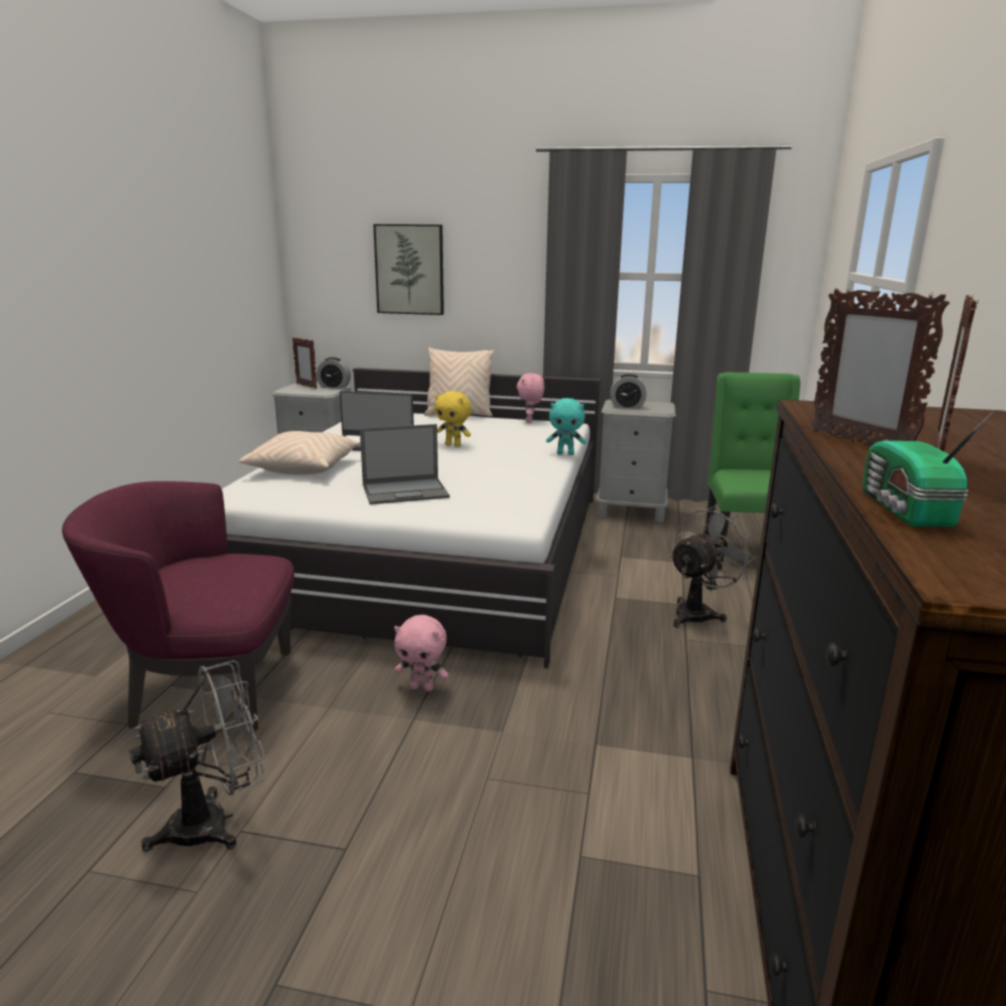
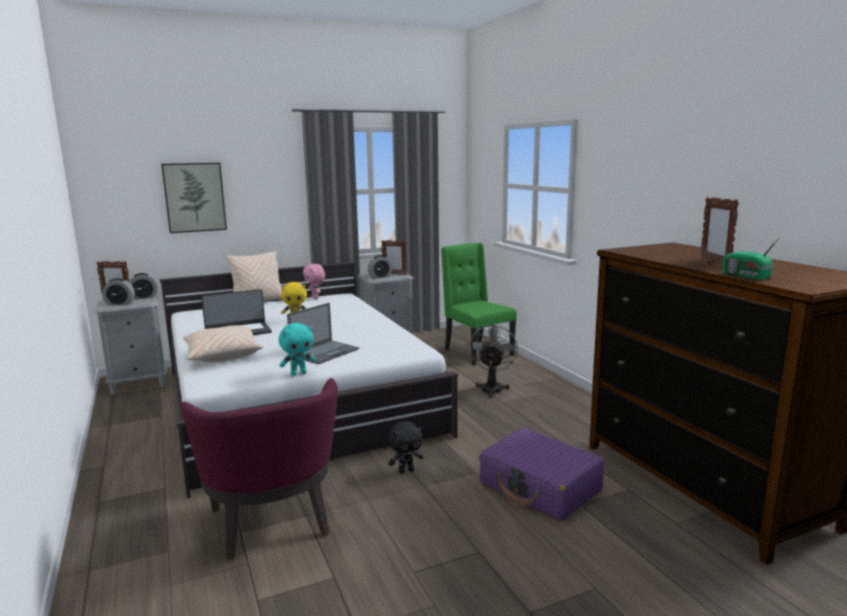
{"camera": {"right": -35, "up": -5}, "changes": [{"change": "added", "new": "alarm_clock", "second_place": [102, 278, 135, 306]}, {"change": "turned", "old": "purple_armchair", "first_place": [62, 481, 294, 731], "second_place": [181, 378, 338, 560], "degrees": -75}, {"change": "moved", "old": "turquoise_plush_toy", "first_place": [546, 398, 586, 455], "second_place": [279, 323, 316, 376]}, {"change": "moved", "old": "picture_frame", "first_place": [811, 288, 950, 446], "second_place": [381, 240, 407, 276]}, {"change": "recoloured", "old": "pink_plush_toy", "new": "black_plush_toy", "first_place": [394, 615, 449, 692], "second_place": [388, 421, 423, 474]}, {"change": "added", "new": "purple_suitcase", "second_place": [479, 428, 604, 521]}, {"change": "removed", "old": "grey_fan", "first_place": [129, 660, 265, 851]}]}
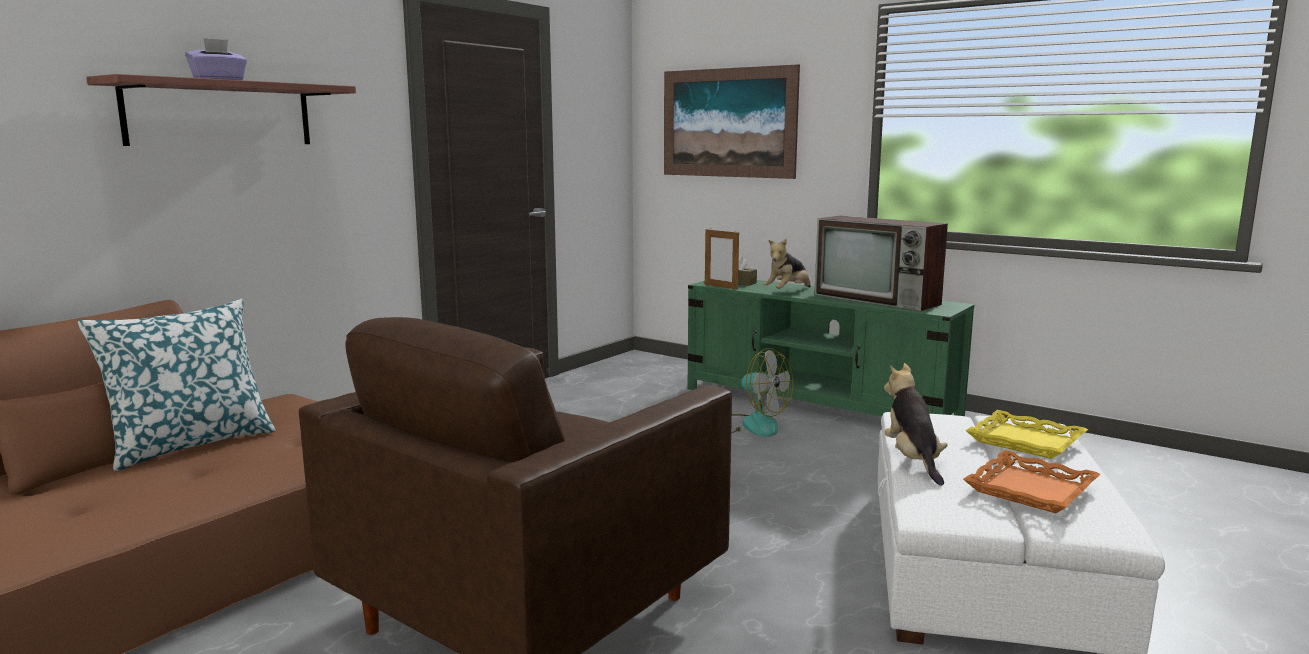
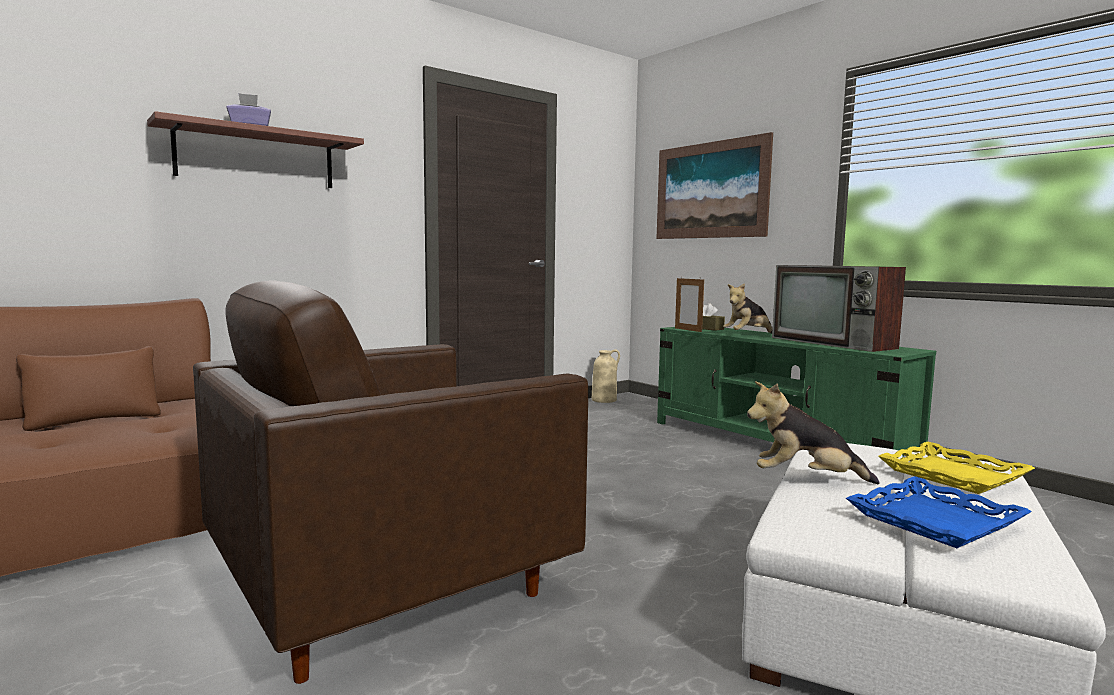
{"camera": {"right": 15, "up": -5}, "changes": [{"change": "added", "new": "beige_vase", "second_place": [592, 349, 620, 403]}, {"change": "turned", "old": "plush_toy", "first_place": [884, 363, 948, 486], "second_place": [747, 381, 880, 484], "degrees": -90}, {"change": "recoloured", "old": "orange_tray", "new": "blue_tray", "first_place": [963, 450, 1100, 513], "second_place": [846, 476, 1032, 548]}, {"change": "removed", "old": "pillow", "first_place": [78, 299, 276, 471]}, {"change": "removed", "old": "fan", "first_place": [731, 348, 793, 437]}]}
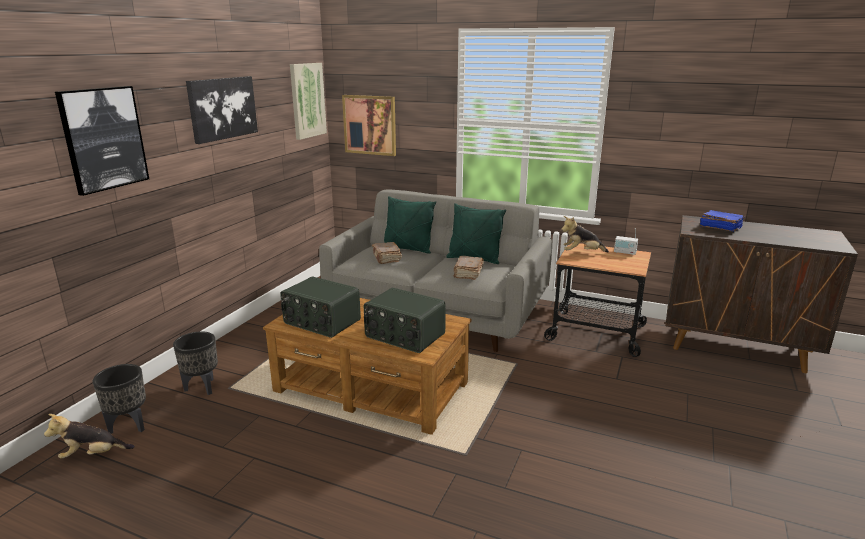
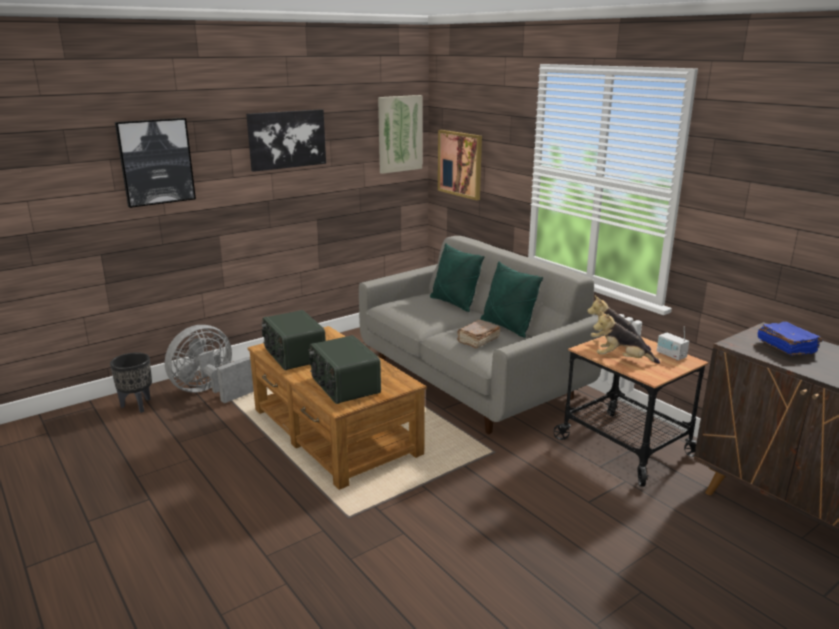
{"camera": {"right": 30, "up": 0}, "changes": [{"change": "replaced", "old": "black_planter", "new": "grey_fan", "first_place": [173, 331, 218, 395], "second_place": [165, 325, 254, 403]}, {"change": "moved", "old": "plush_toy", "first_place": [44, 414, 135, 459], "second_place": [593, 310, 660, 364]}, {"change": "removed", "old": "brown_book", "first_place": [372, 242, 402, 264]}]}
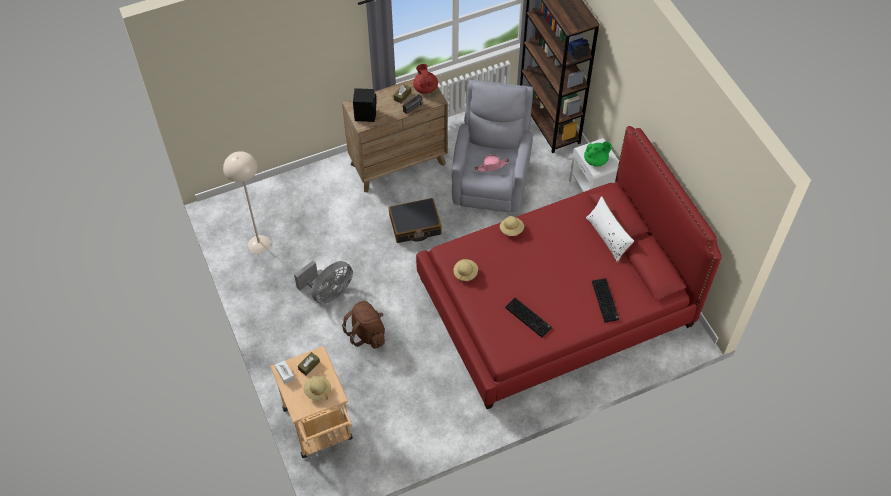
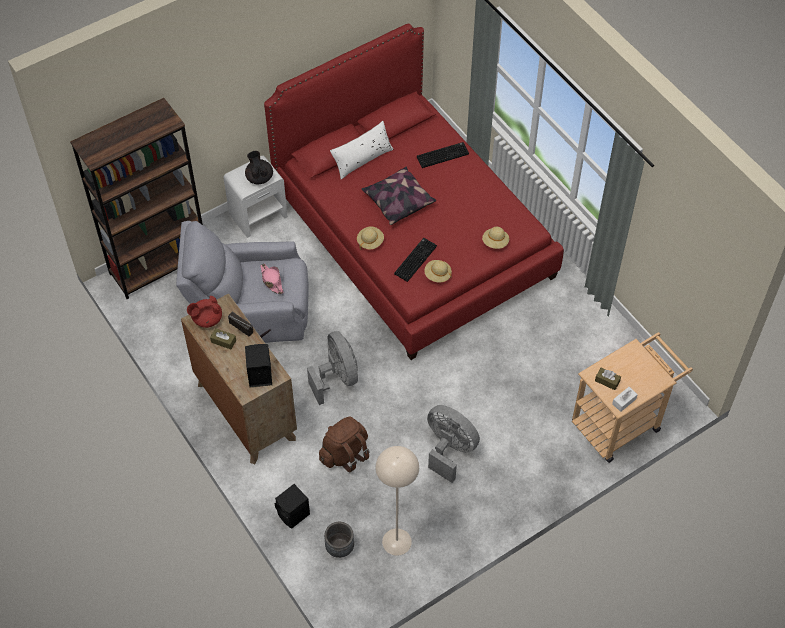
{"camera": {"right": -100, "up": 0}, "changes": [{"change": "recoloured", "old": "green_teapot", "new": "black_teapot", "first_place": [584, 142, 612, 167], "second_place": [245, 151, 273, 184]}, {"change": "added", "new": "black_speaker", "second_place": [275, 484, 310, 529]}, {"change": "replaced", "old": "black_suitcase", "new": "grey_fan", "first_place": [389, 198, 442, 243], "second_place": [307, 331, 358, 405]}, {"change": "moved", "old": "brown_backpack", "first_place": [342, 301, 385, 349], "second_place": [319, 416, 369, 472]}, {"change": "added", "new": "grey_planter", "second_place": [324, 522, 354, 558]}, {"change": "added", "new": "pillow", "second_place": [362, 167, 436, 225]}, {"change": "moved", "old": "keyboard", "first_place": [505, 298, 552, 337], "second_place": [394, 238, 437, 282]}, {"change": "moved", "old": "beige_hat", "first_place": [304, 375, 331, 401], "second_place": [482, 227, 509, 249]}]}
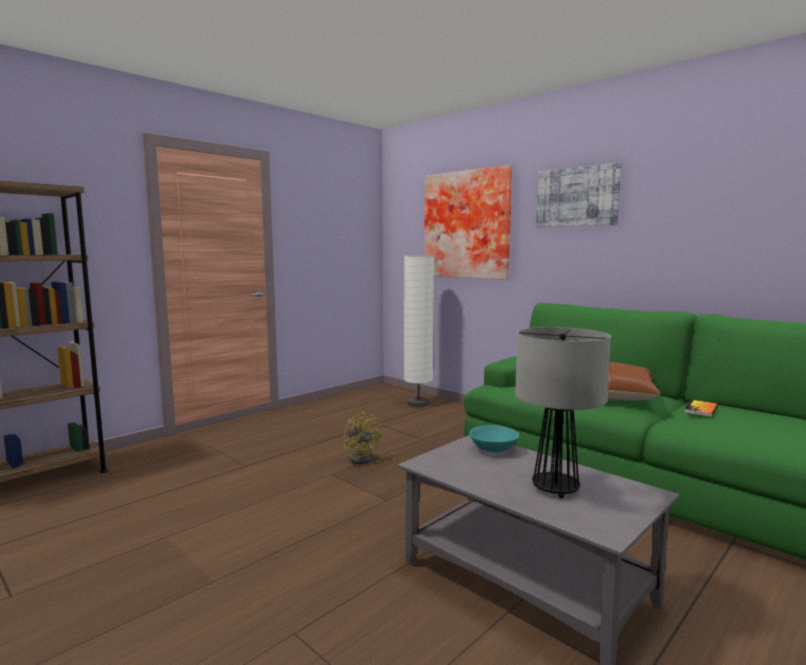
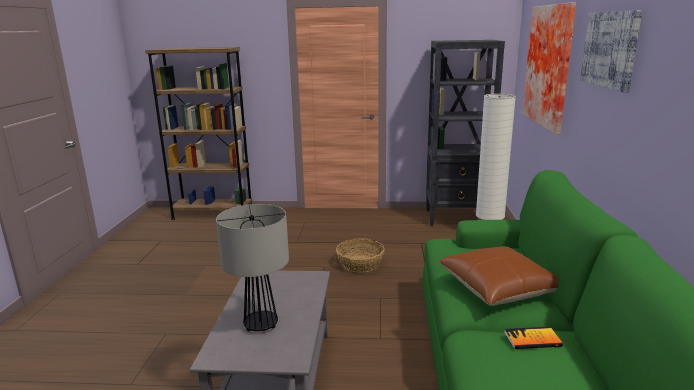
{"camera": {"right": 50, "up": 10}, "changes": [{"change": "replaced", "old": "yellow_fan", "new": "basket", "first_place": [344, 411, 383, 464], "second_place": [336, 238, 385, 273]}, {"change": "added", "new": "black_bookcase", "second_place": [426, 40, 505, 226]}, {"change": "removed", "old": "turquoise_bowl", "first_place": [470, 425, 519, 453]}]}
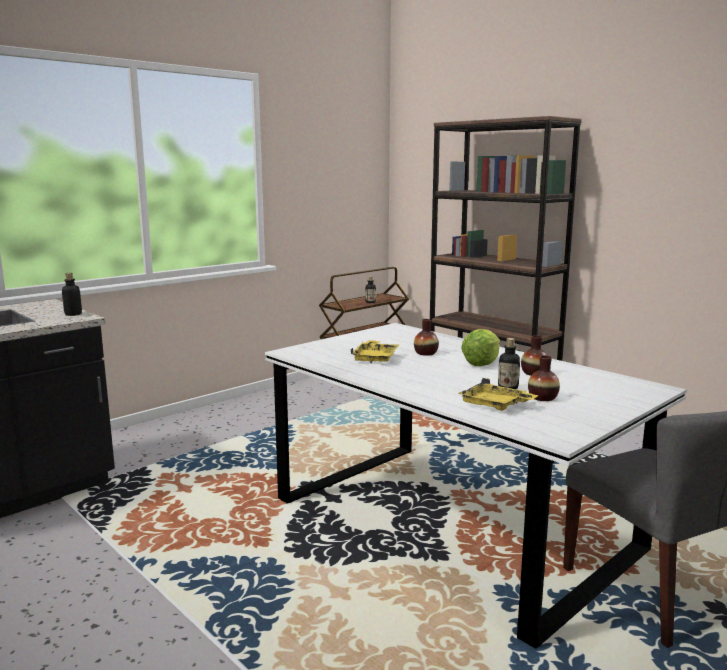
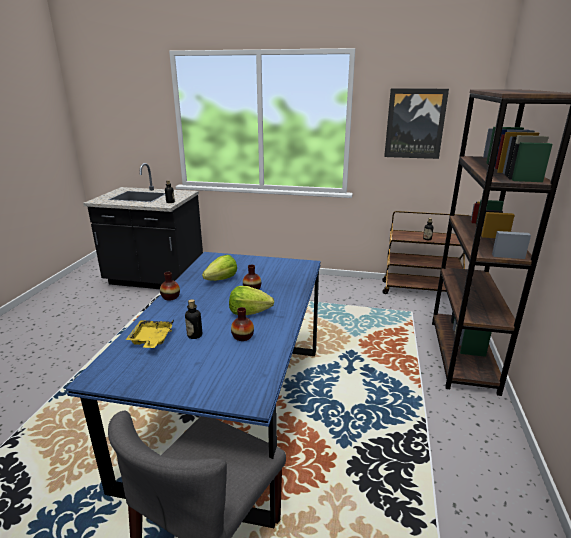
{"camera": {"right": 55, "up": 10}, "changes": [{"change": "recoloured", "old": "white_dining_table", "new": "blue_dining_table", "first_place": [265, 323, 687, 649], "second_place": [66, 252, 321, 528]}, {"change": "moved", "old": "vase", "first_place": [528, 355, 560, 401], "second_place": [160, 272, 180, 300]}, {"change": "replaced", "old": "yellow_tray", "new": "lettuce", "first_place": [351, 340, 399, 363], "second_place": [202, 255, 237, 281]}, {"change": "added", "new": "picture", "second_place": [384, 88, 449, 159]}]}
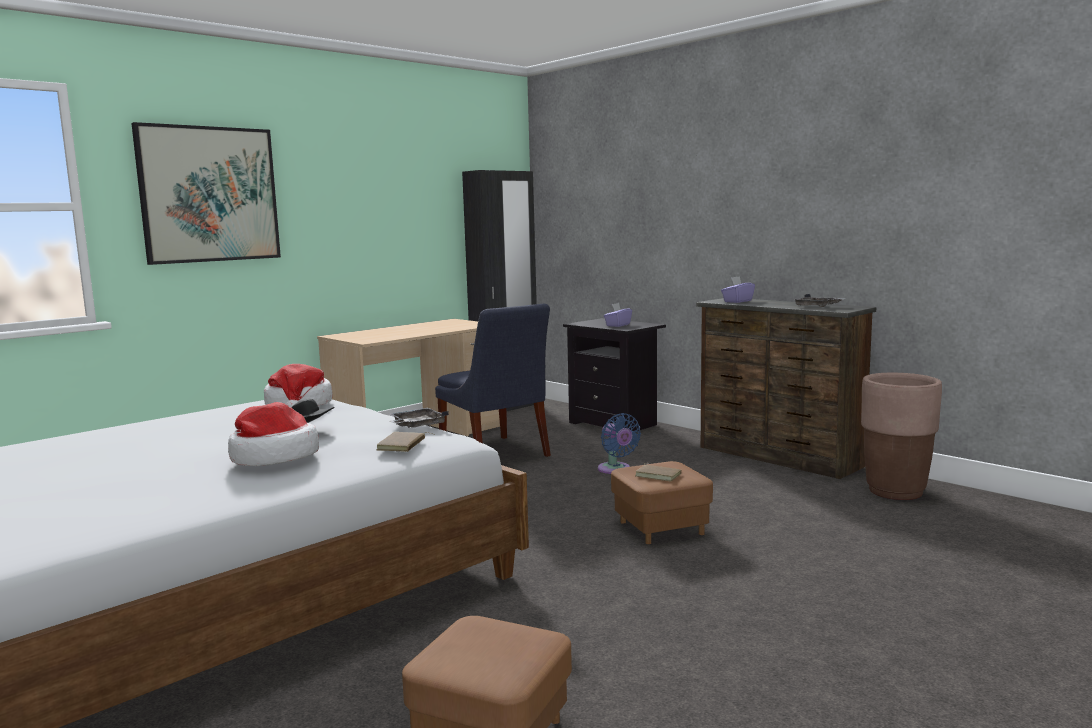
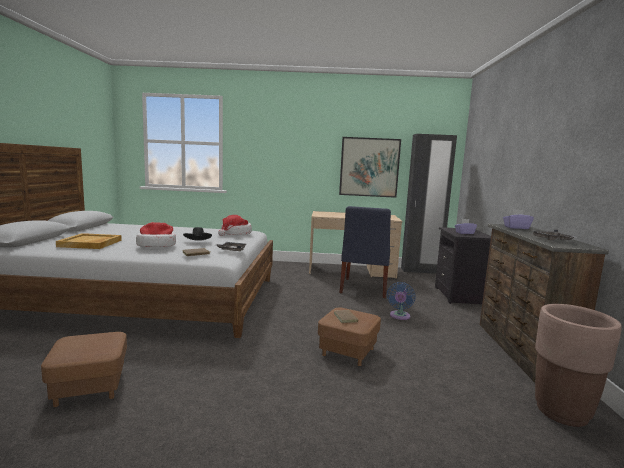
{"camera": {"right": 45, "up": 0}, "changes": [{"change": "added", "new": "beige_tray", "second_place": [56, 233, 122, 249]}, {"change": "moved", "old": "picture", "first_place": [131, 122, 281, 265], "second_place": [339, 137, 401, 198]}]}
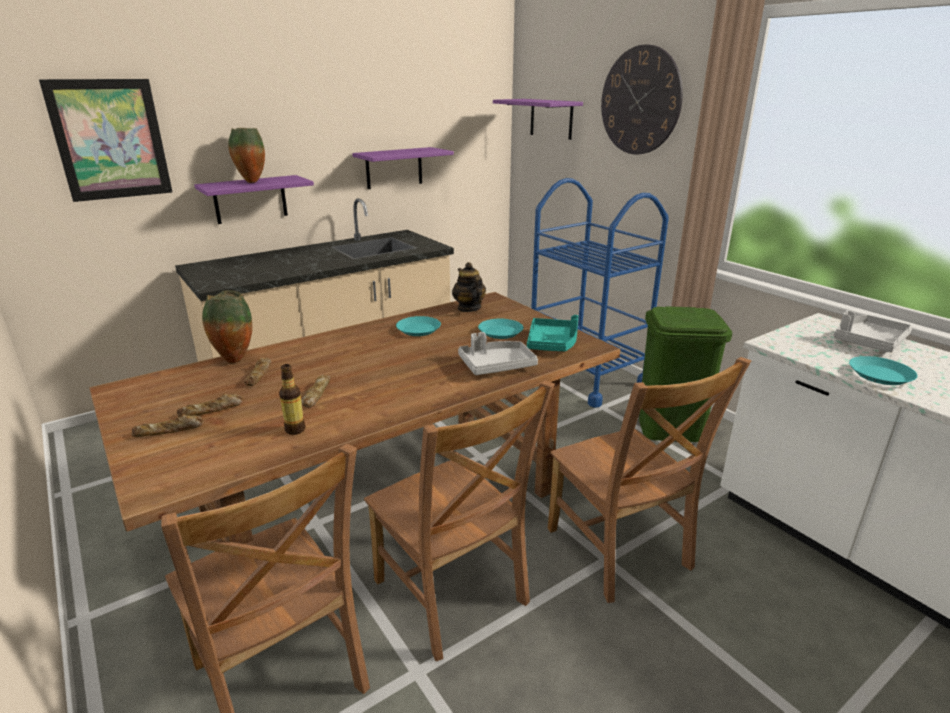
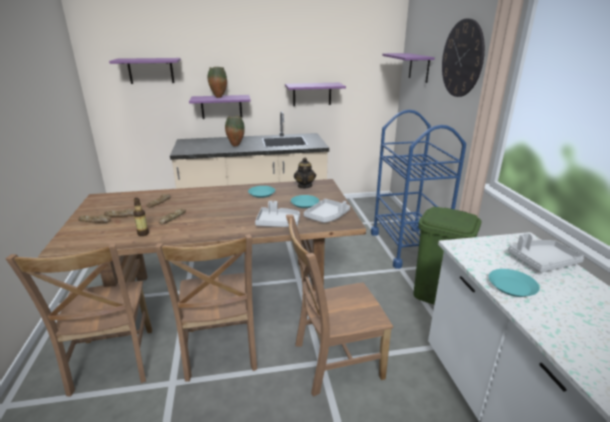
{"camera": {"right": 25, "up": 0}, "changes": [{"change": "replaced", "old": "picture", "new": "purple_shelf", "first_place": [39, 79, 172, 202], "second_place": [109, 58, 181, 84]}, {"change": "moved", "old": "vase", "first_place": [202, 290, 252, 363], "second_place": [225, 115, 245, 147]}, {"change": "turned", "old": "brown_chair", "first_place": [548, 357, 751, 603], "second_place": [286, 215, 393, 397], "degrees": 75}, {"change": "recoloured", "old": "turquoise_tray", "new": "grey_tray", "first_place": [527, 315, 578, 351], "second_place": [304, 199, 350, 223]}]}
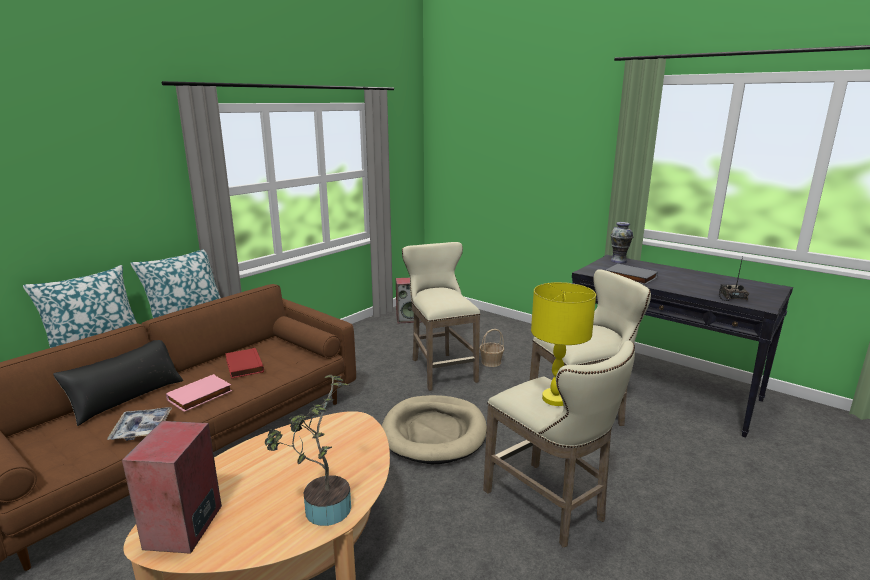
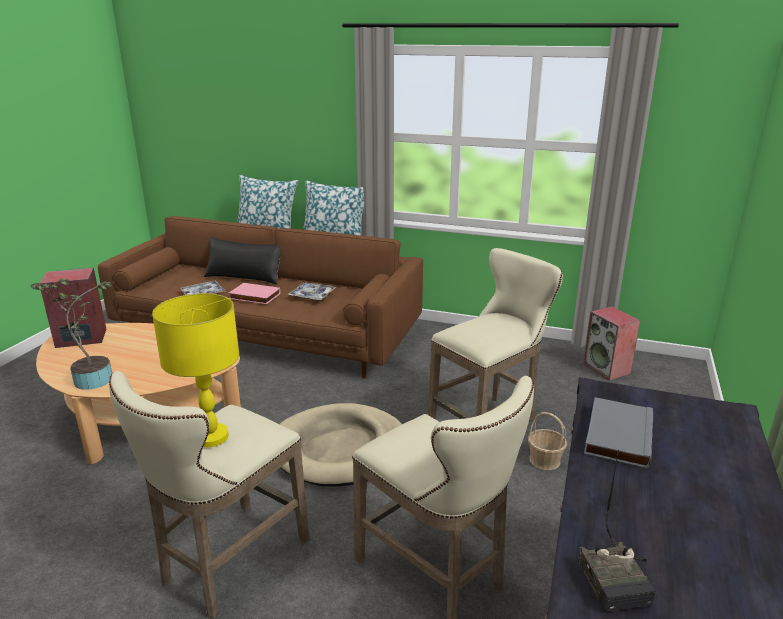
{"camera": {"right": 70, "up": 5}, "changes": [{"change": "replaced", "old": "red_book", "new": "tray", "first_place": [225, 348, 264, 379], "second_place": [288, 282, 336, 300]}, {"change": "turned", "old": "radio", "first_place": [719, 256, 749, 301], "second_place": [577, 449, 656, 612], "degrees": 90}, {"change": "removed", "old": "vase", "first_place": [610, 222, 633, 264]}]}
